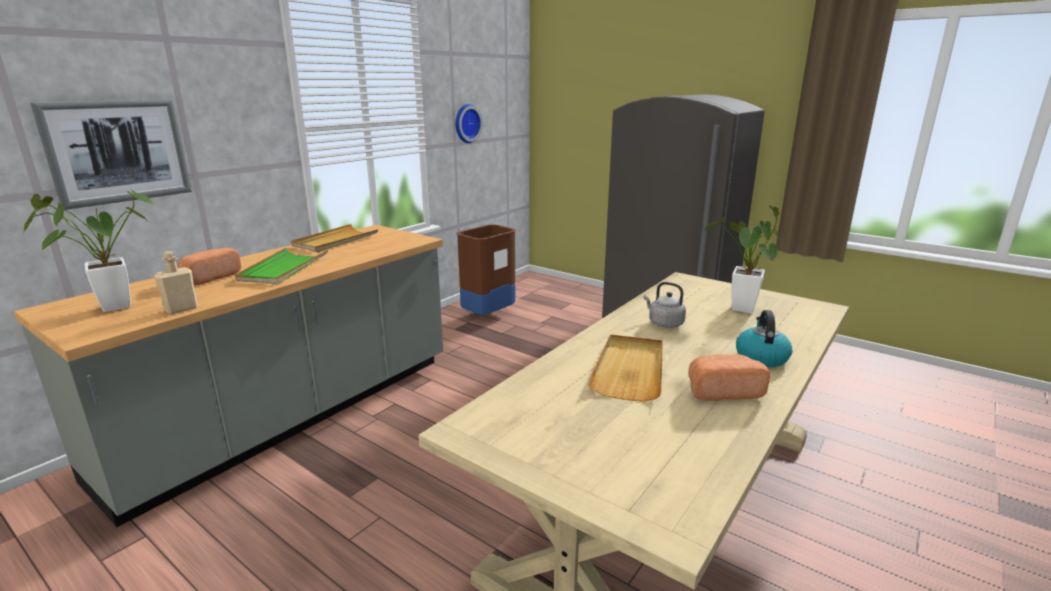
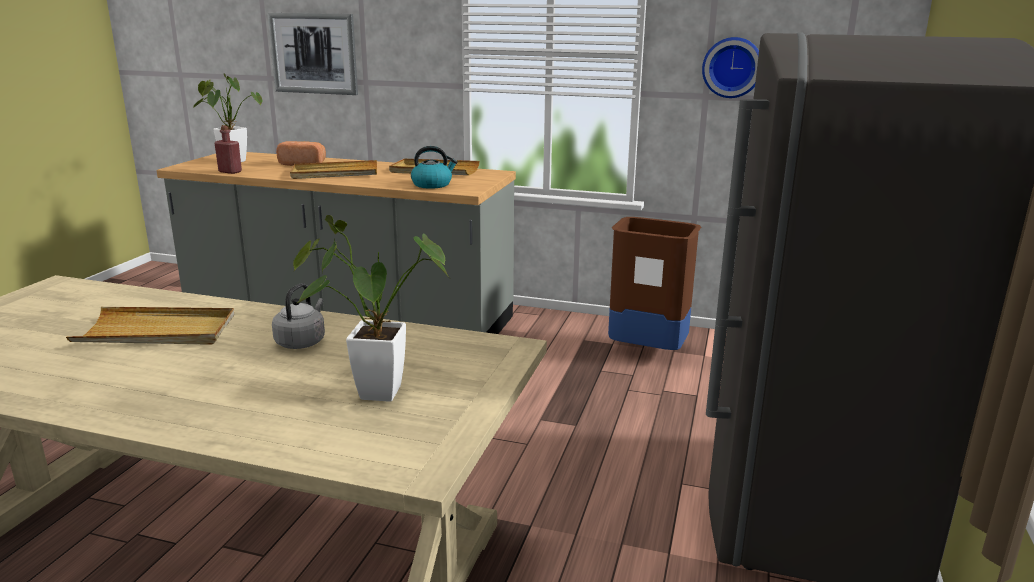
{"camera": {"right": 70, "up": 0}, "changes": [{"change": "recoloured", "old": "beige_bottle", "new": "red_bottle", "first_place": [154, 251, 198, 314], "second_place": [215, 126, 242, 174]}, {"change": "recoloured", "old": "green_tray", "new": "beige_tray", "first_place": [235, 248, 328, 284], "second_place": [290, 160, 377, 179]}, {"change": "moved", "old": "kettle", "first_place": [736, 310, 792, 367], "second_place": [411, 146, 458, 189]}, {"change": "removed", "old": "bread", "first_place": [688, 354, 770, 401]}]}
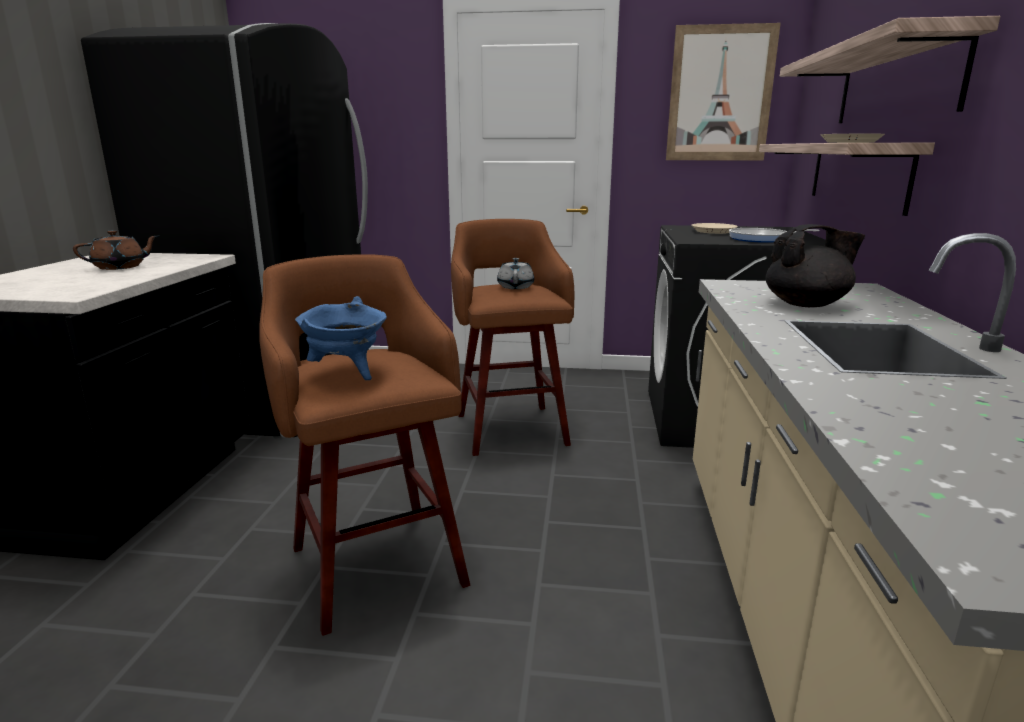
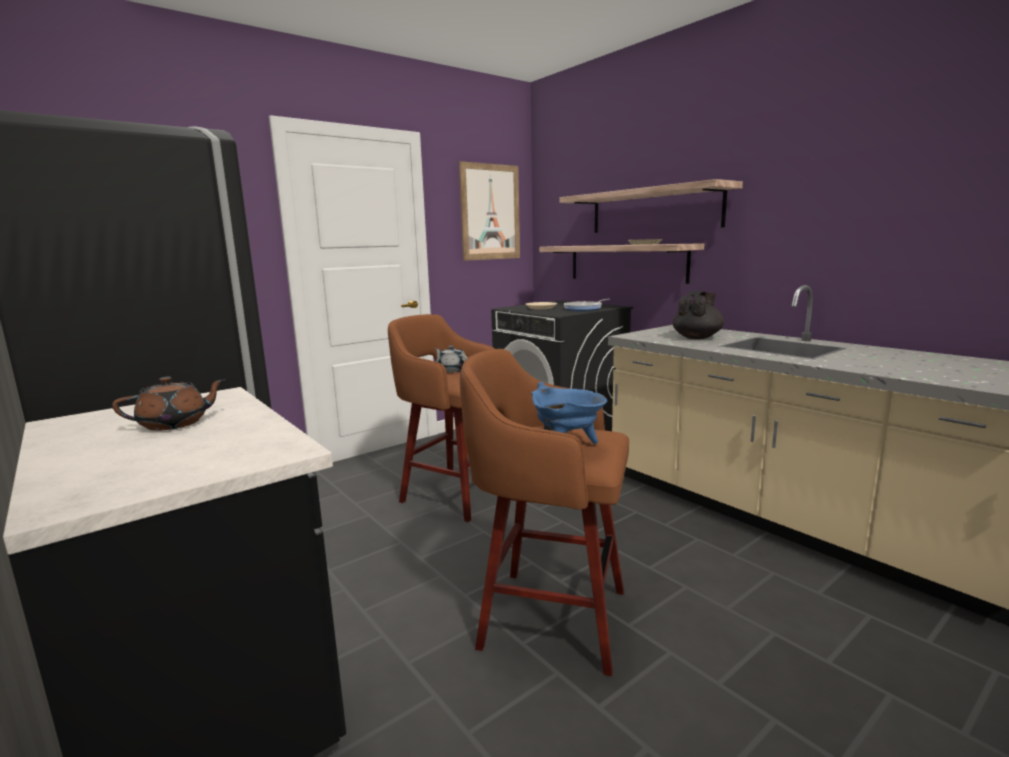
{"camera": {"right": -45, "up": -5}, "changes": [{"change": "turned", "old": "brown_teapot", "first_place": [73, 230, 158, 270], "second_place": [112, 377, 226, 431], "degrees": 45}]}
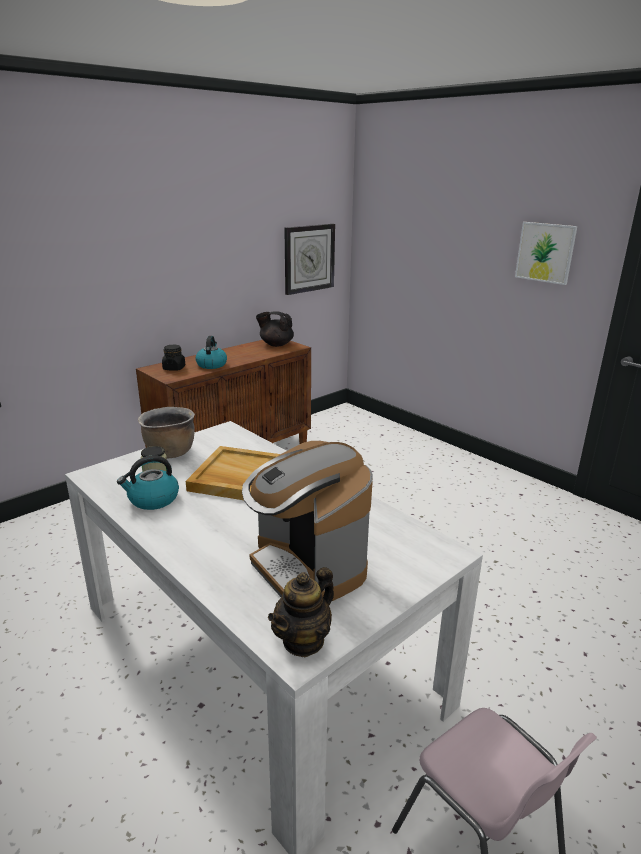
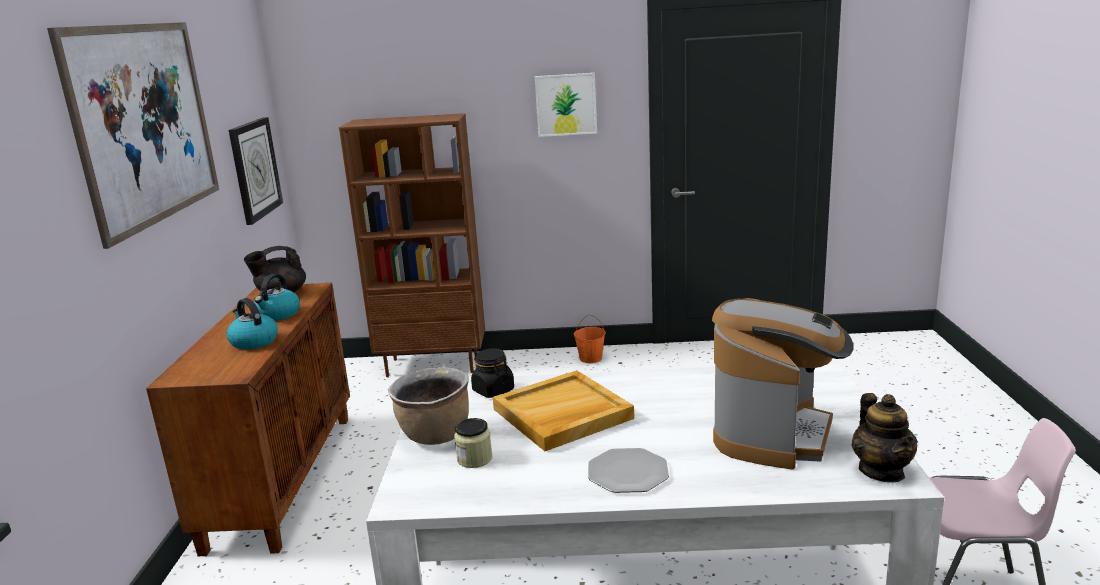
{"camera": {"right": -45, "up": -5}, "changes": [{"change": "added", "new": "picture", "second_place": [47, 22, 219, 249]}, {"change": "moved", "old": "kettle", "first_place": [117, 455, 179, 510], "second_place": [254, 274, 300, 321]}, {"change": "added", "new": "brown_bookcase", "second_place": [339, 113, 485, 377]}, {"change": "moved", "old": "black_jar", "first_place": [162, 345, 185, 371], "second_place": [471, 348, 514, 398]}, {"change": "added", "new": "orange_bucket", "second_place": [574, 315, 606, 363]}, {"change": "added", "new": "plate", "second_place": [588, 448, 669, 493]}, {"change": "turned", "old": "coffee_machine", "first_place": [242, 441, 373, 601], "second_place": [712, 298, 854, 469], "degrees": -75}]}
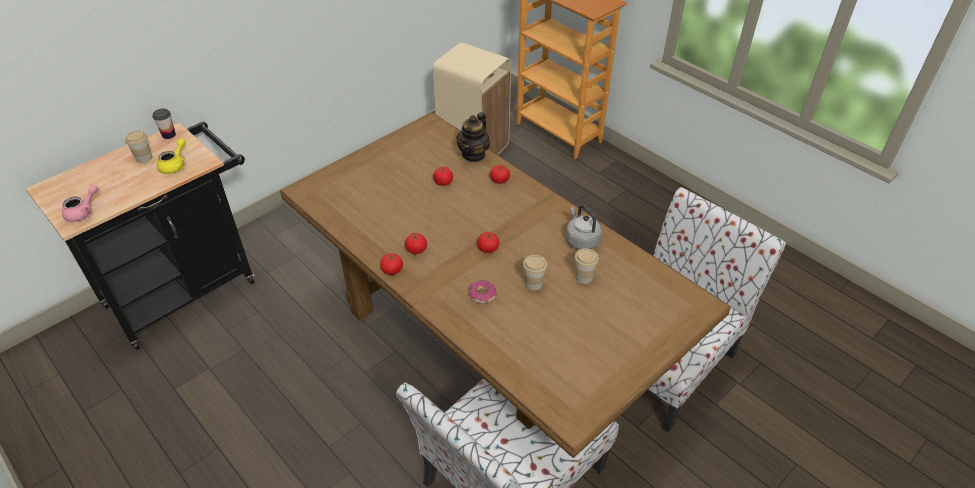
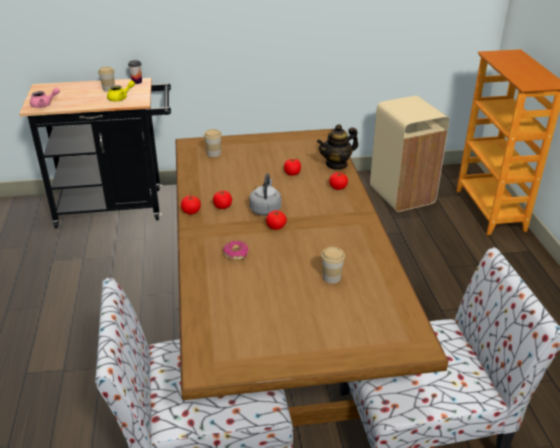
{"camera": {"right": 35, "up": -10}, "changes": [{"change": "moved", "old": "cup", "first_place": [523, 255, 547, 290], "second_place": [204, 129, 222, 157]}, {"change": "moved", "old": "grey_kettle", "first_place": [566, 205, 602, 249], "second_place": [250, 173, 281, 216]}]}
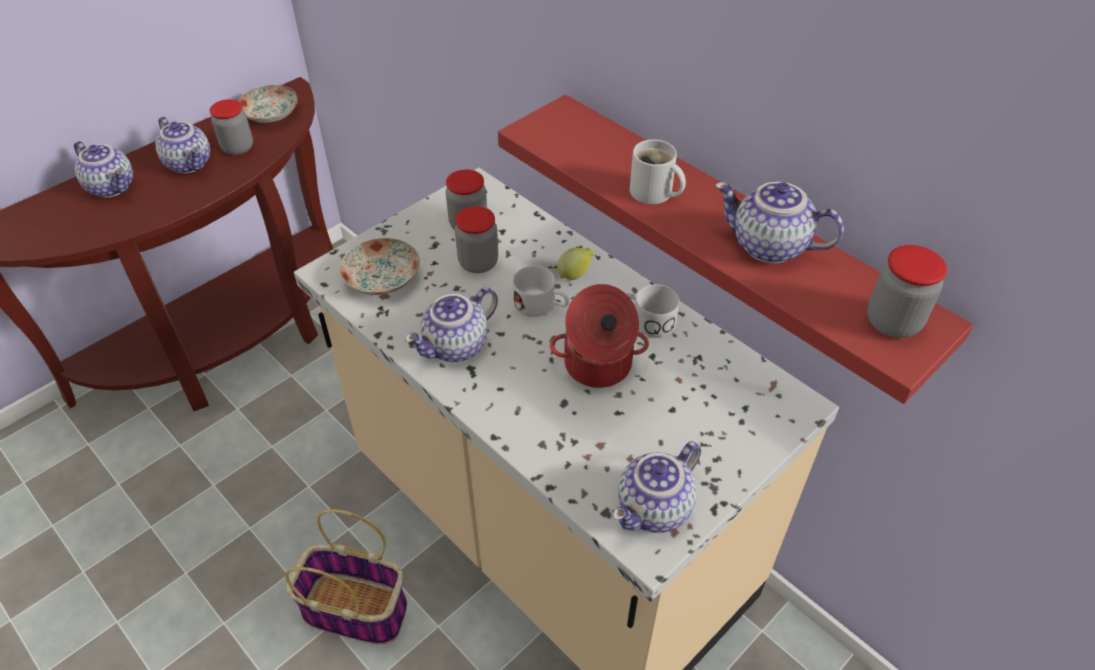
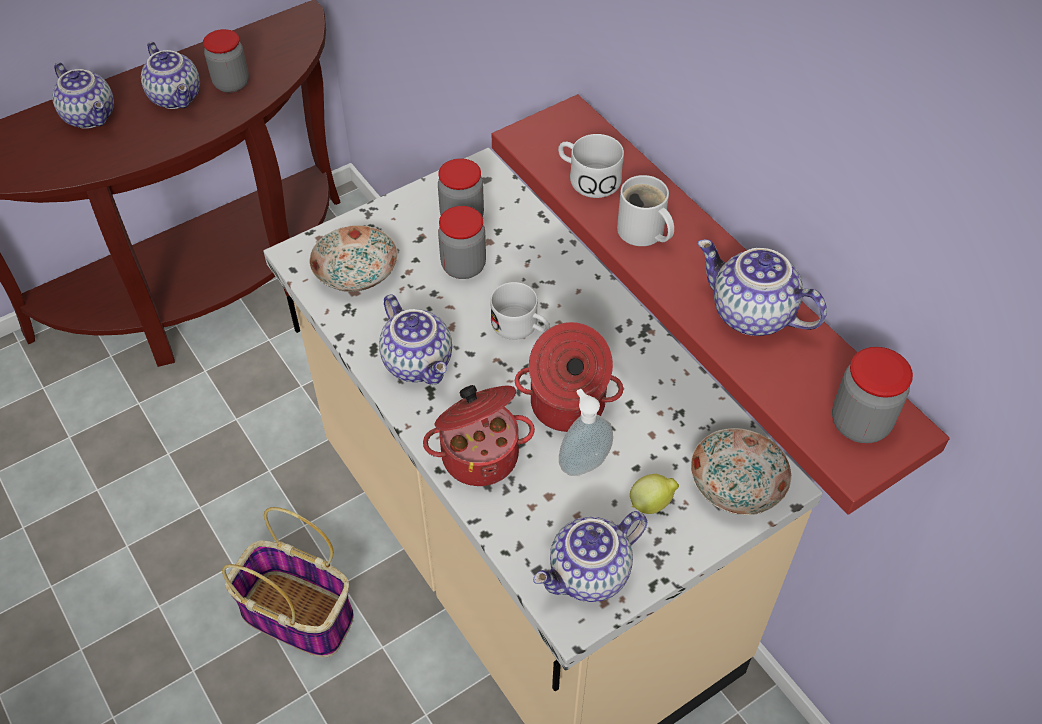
{"camera": {"right": 10, "up": 5}, "changes": [{"change": "turned", "old": "teapot", "first_place": [405, 287, 498, 362], "second_place": [379, 294, 452, 385], "degrees": -90}, {"change": "added", "new": "cooking_pot", "second_place": [423, 385, 535, 486]}, {"change": "moved", "old": "white_mug", "first_place": [627, 284, 679, 337], "second_place": [558, 134, 624, 198]}, {"change": "added", "new": "soap_dispenser", "second_place": [559, 389, 613, 476]}, {"change": "moved", "old": "lemon", "first_place": [557, 248, 594, 280], "second_place": [630, 474, 679, 514]}, {"change": "moved", "old": "plate", "first_place": [238, 85, 298, 123], "second_place": [691, 428, 791, 515]}]}
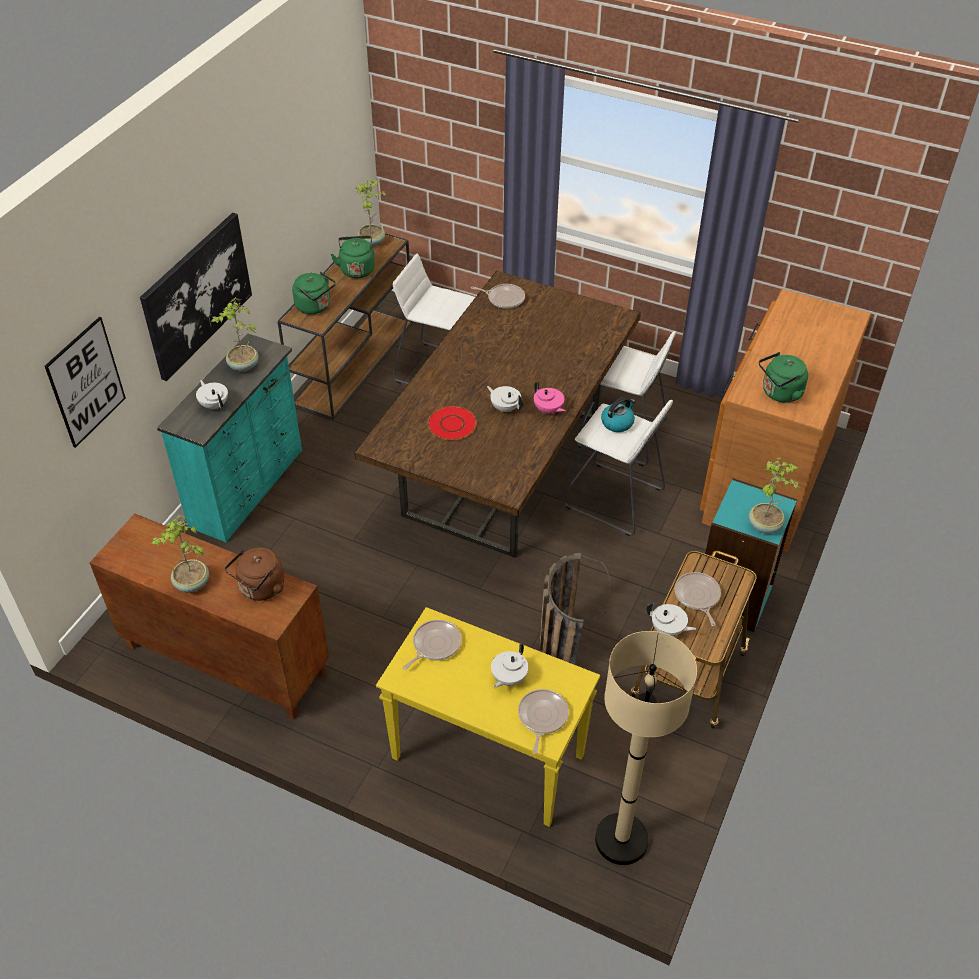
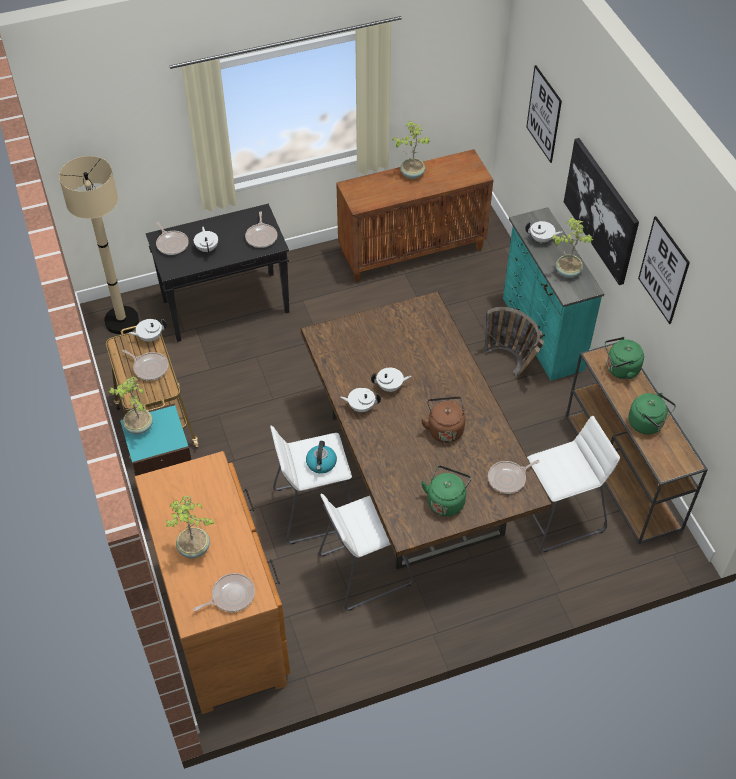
{"camera": {"right": 135, "up": 5}, "changes": [{"change": "recoloured", "old": "yellow_console_table", "new": "black_console_table", "first_place": [376, 607, 600, 827], "second_place": [146, 204, 289, 342]}, {"change": "moved", "old": "potted_plant", "first_place": [355, 180, 387, 247], "second_place": [165, 496, 214, 558]}, {"change": "added", "new": "frying_pan", "second_place": [193, 573, 255, 612]}, {"change": "recoloured", "old": "pink_teapot", "new": "white_teapot", "first_place": [534, 381, 566, 414], "second_place": [340, 388, 381, 412]}, {"change": "moved", "old": "brown_kettle", "first_place": [225, 548, 284, 601], "second_place": [421, 396, 465, 443]}, {"change": "moved", "old": "green_kettle", "first_place": [759, 352, 808, 403], "second_place": [421, 466, 471, 516]}, {"change": "moved", "old": "basket", "first_place": [539, 553, 610, 665], "second_place": [482, 307, 544, 377]}, {"change": "added", "new": "picture", "second_place": [638, 216, 690, 324]}, {"change": "removed", "old": "red_plate", "first_place": [428, 406, 477, 440]}]}
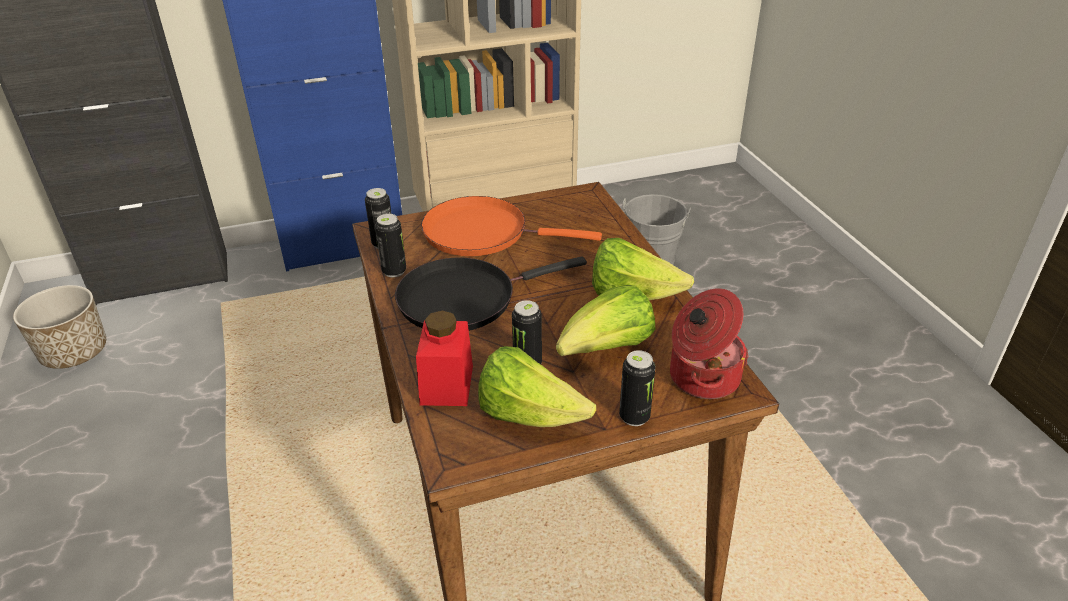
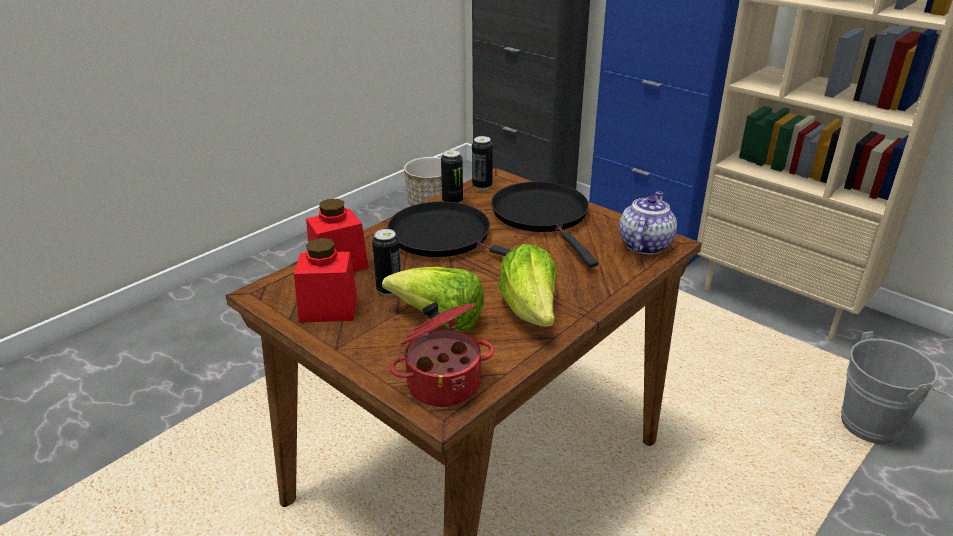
{"camera": {"right": 60, "up": -5}, "changes": [{"change": "replaced", "old": "lettuce", "new": "red_jar", "first_place": [478, 346, 596, 427], "second_place": [294, 238, 357, 323]}, {"change": "recoloured", "old": "orange_frying_pan", "new": "black_frying_pan", "first_place": [421, 196, 602, 256], "second_place": [491, 182, 598, 267]}, {"change": "added", "new": "teapot", "second_place": [619, 191, 677, 255]}, {"change": "removed", "old": "can", "first_place": [619, 350, 656, 426]}]}
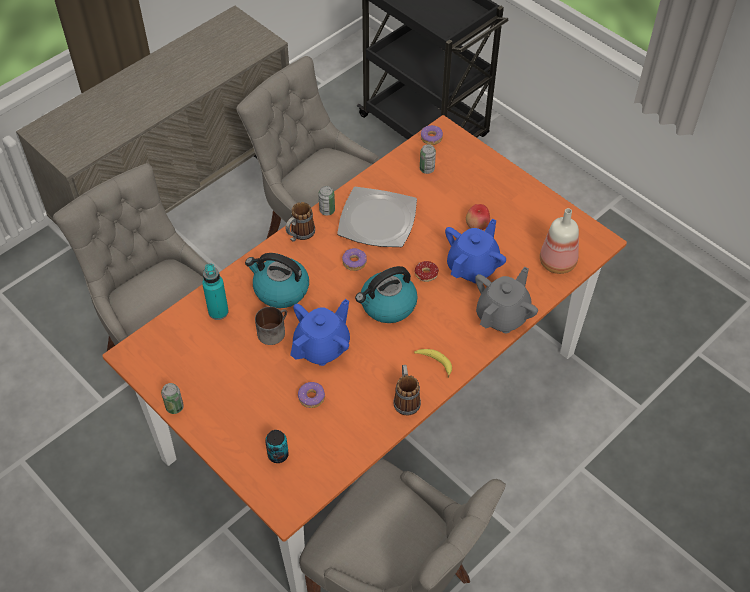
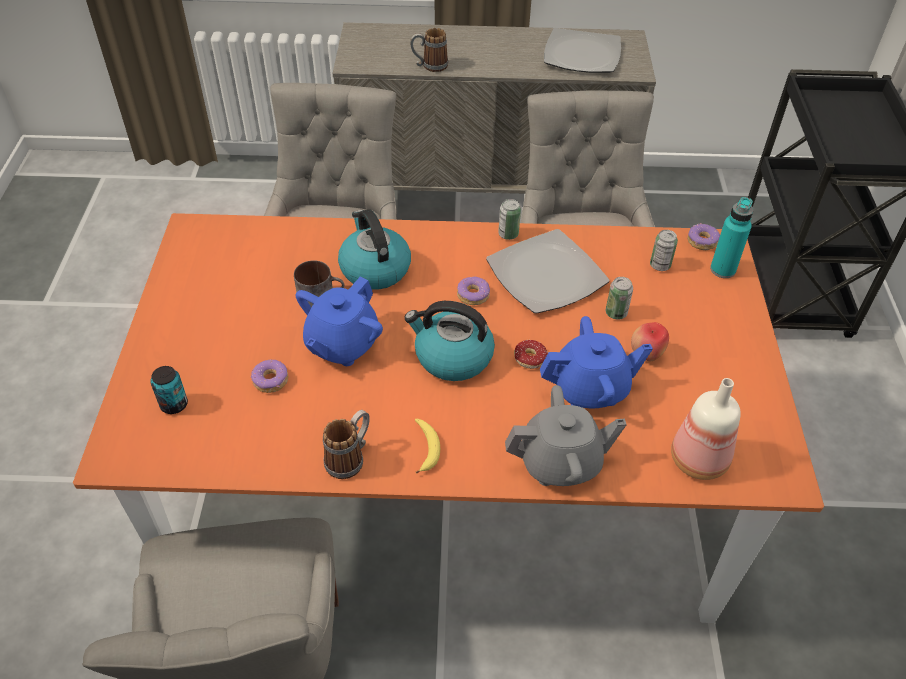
{"camera": {"right": 45, "up": -5}, "changes": [{"change": "turned", "old": "blue_teapot", "first_place": [290, 299, 350, 366], "second_place": [295, 277, 383, 366], "degrees": 120}, {"change": "moved", "old": "mug", "first_place": [285, 202, 315, 242], "second_place": [410, 28, 448, 72]}, {"change": "added", "new": "plate", "second_place": [544, 28, 621, 73]}, {"change": "moved", "old": "can", "first_place": [161, 383, 184, 414], "second_place": [606, 277, 633, 320]}, {"change": "moved", "old": "turquoise_bottle", "first_place": [202, 263, 229, 320], "second_place": [710, 197, 753, 278]}]}
